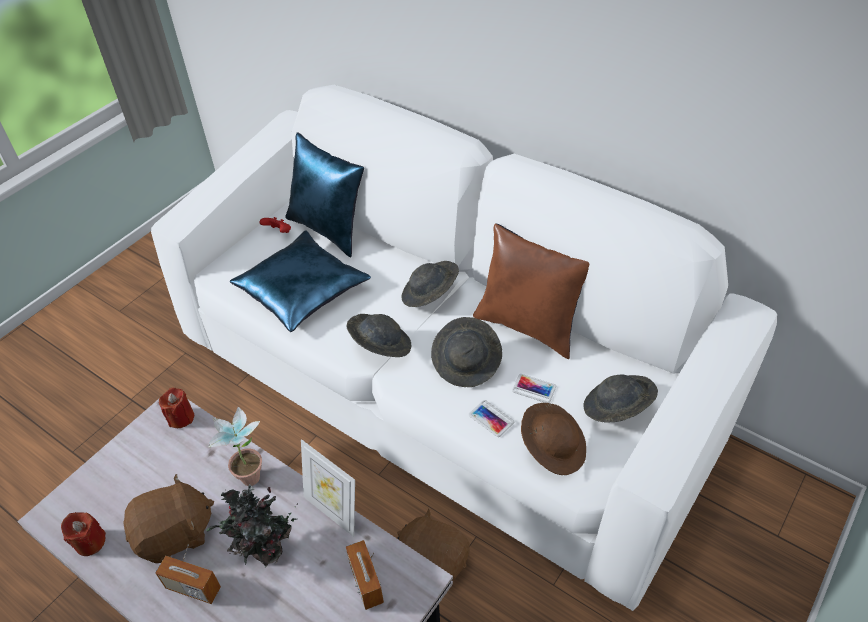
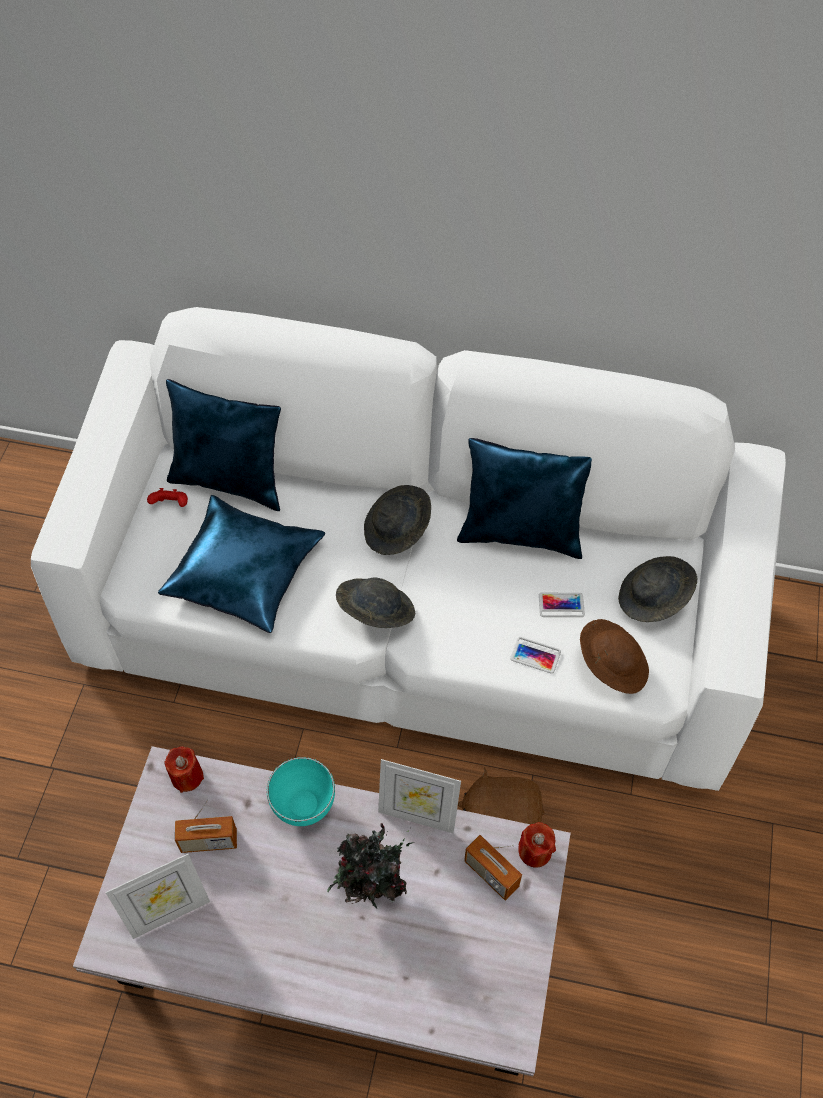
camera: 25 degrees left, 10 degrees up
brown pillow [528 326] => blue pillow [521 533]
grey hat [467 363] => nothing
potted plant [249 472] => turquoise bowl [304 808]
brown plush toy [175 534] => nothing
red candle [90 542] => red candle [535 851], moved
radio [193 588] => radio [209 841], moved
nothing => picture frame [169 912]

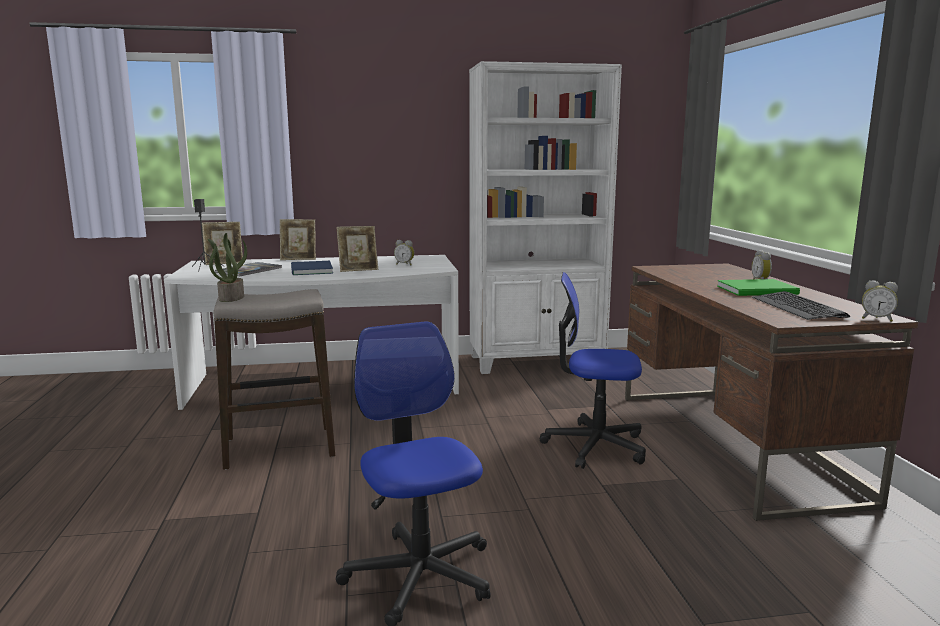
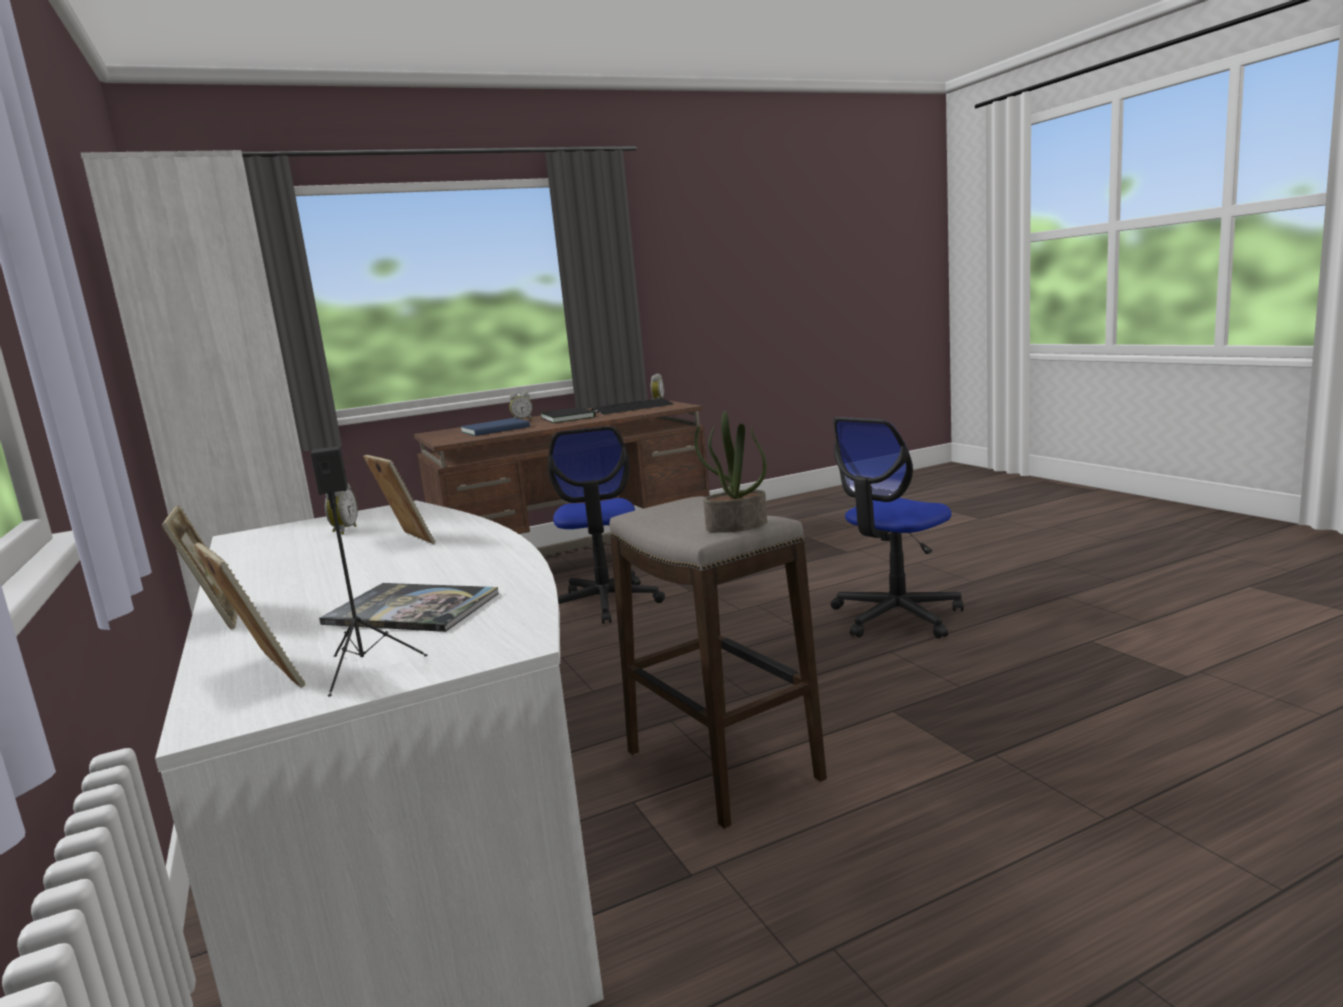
camera: 105 degrees left, 0 degrees up
blue book [310 270] => blue book [497 429], moved
green book [759 290] => black book [568 417]

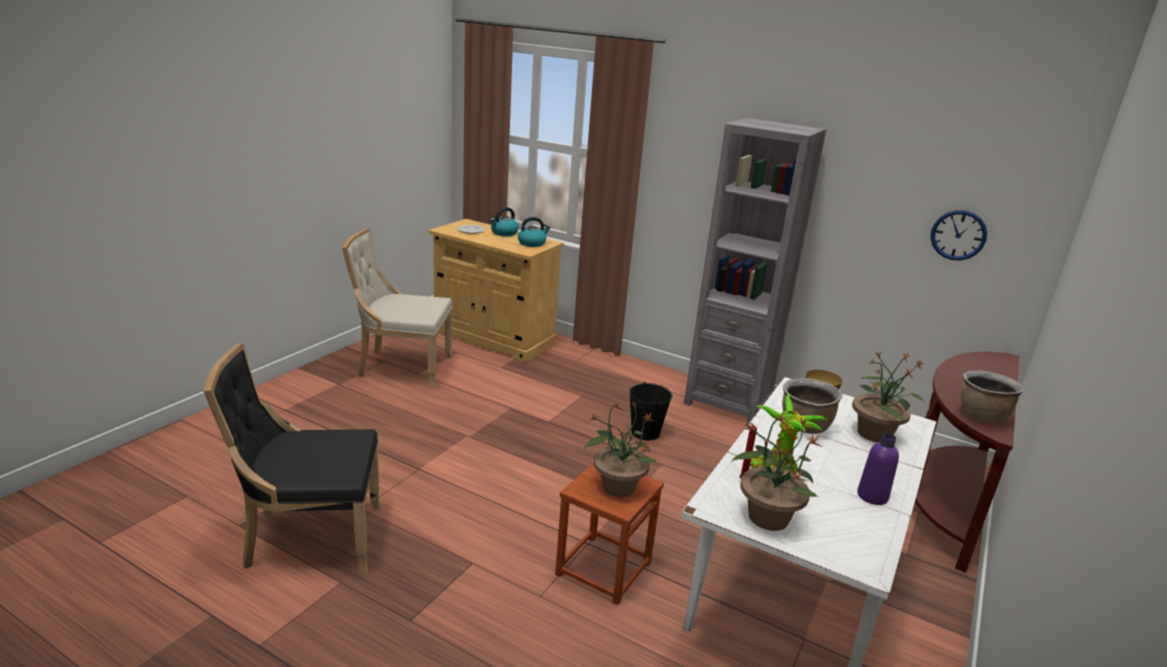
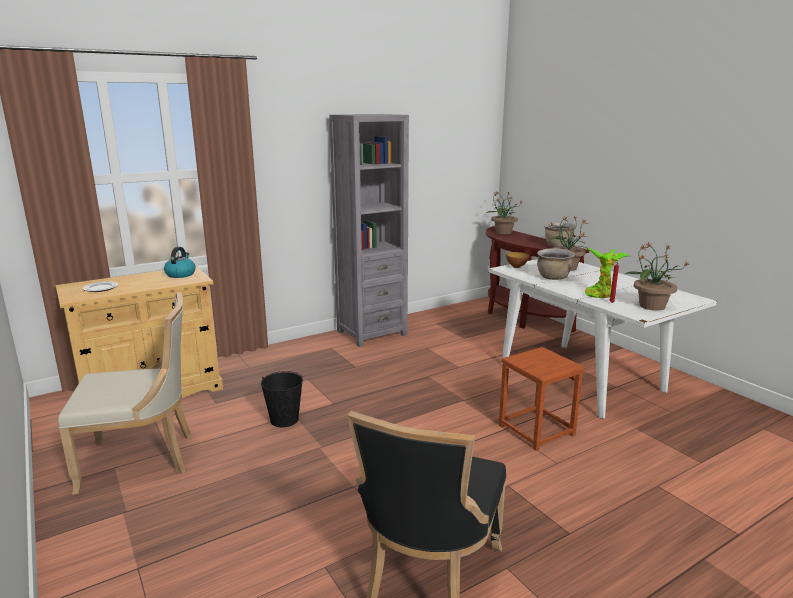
camera: 60 degrees left, 5 degrees down
kettle [504 233] => nothing
wall clock [958 235] => nothing
beige chair [401 367] => beige chair [143 459], 135 degrees counterclockwise
black bucket [645 432] => black bucket [284 420], moved
potted plant [618 486] => potted plant [503 232], moved
purple bottle [872 496] => nothing

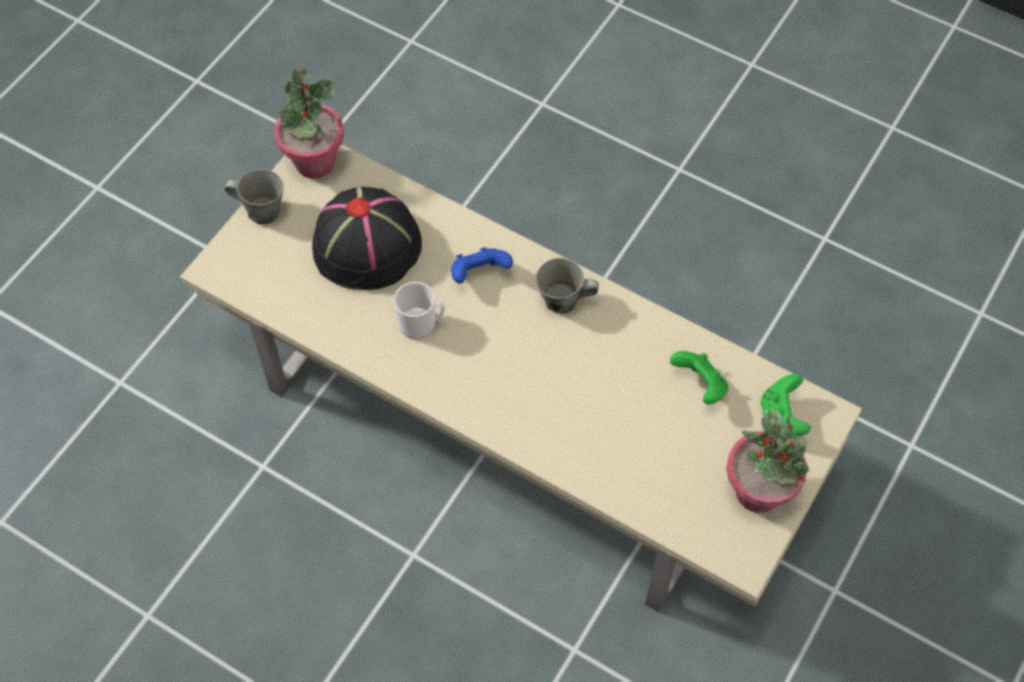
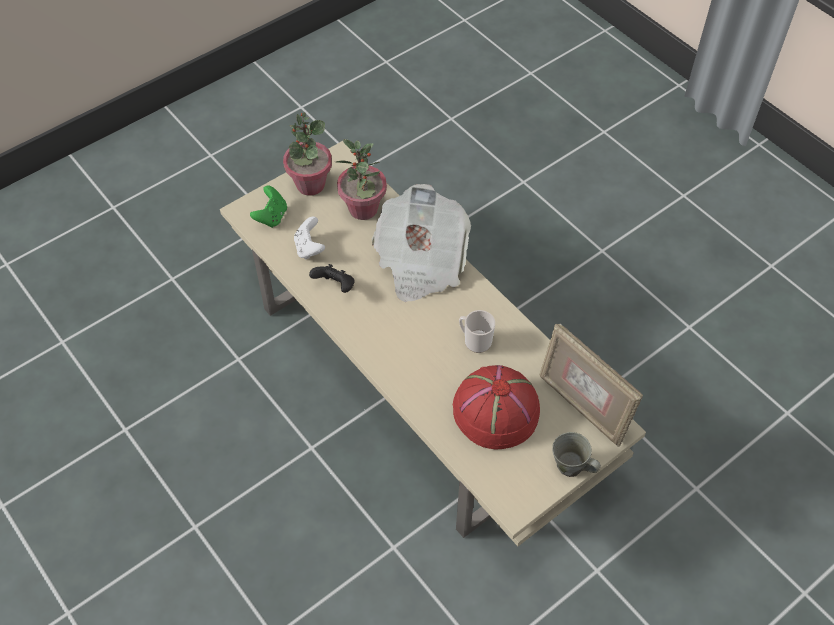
camera: 160 degrees left, 5 degrees down
potted plant [314 162] => potted plant [363 209], moved
black hat [367 245] => red hat [495 410]
blue game controller [479 274] => nothing
grey mug [563 301] => nothing
green game controller [700 386] => white game controller [309 248]
nothing => newspaper [420 262]
nothing => black game controller [335 286]
nothing => picture frame [582 407]

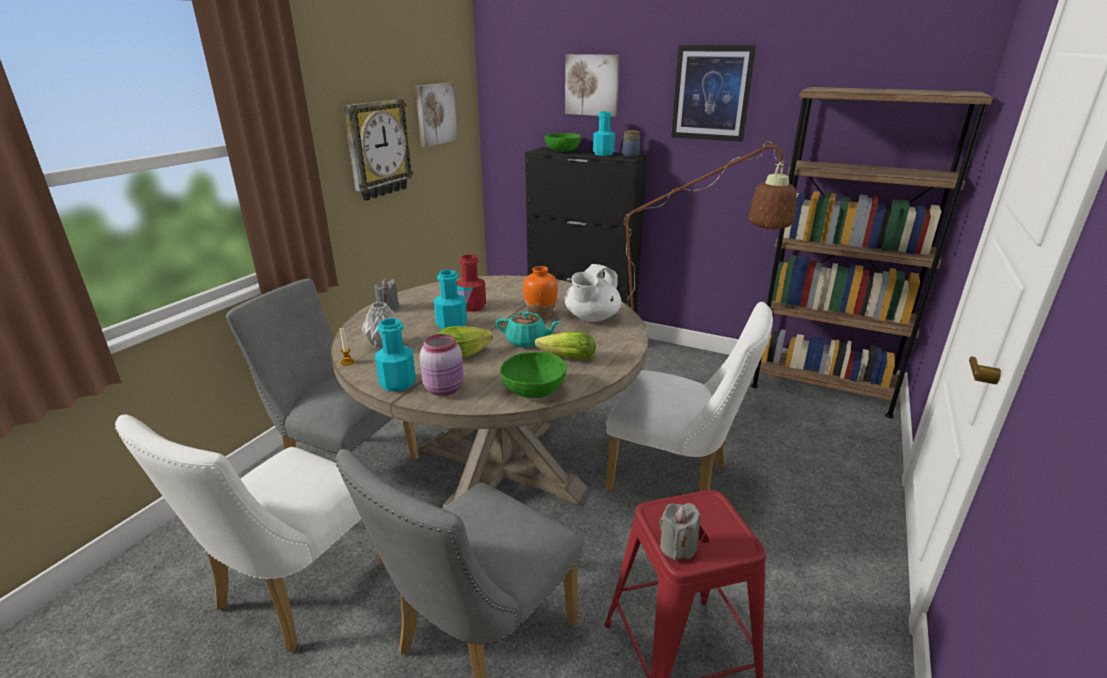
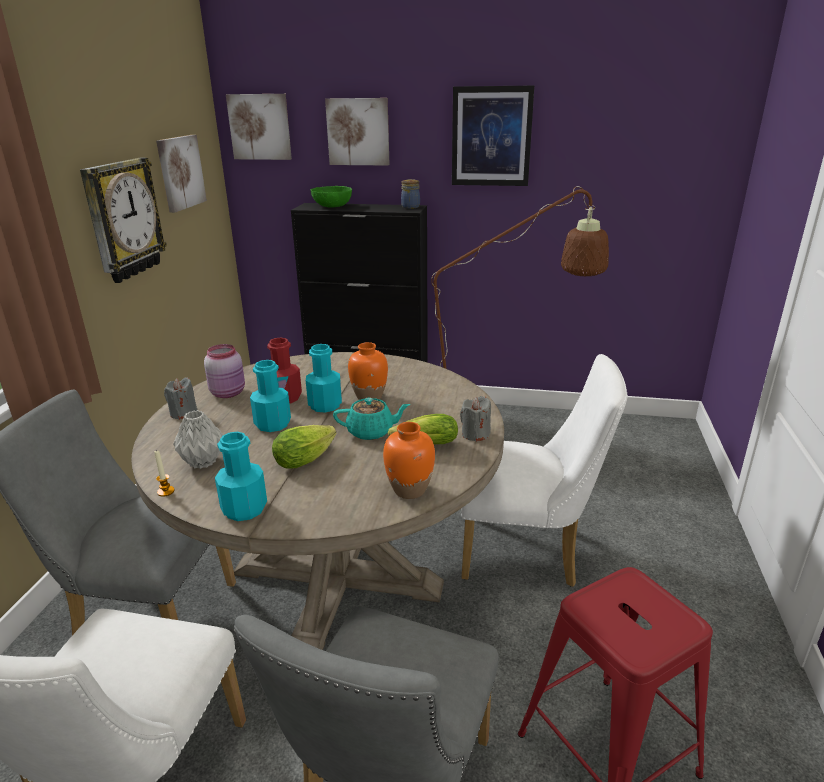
camera: 15 degrees left, 0 degrees up
brown bookcase [821 388] => nothing
turquoise bottle [603 154] => turquoise bottle [325 405], moved
white teapot [591 318] => nothing
pink jar [445 389] => pink jar [229 393], moved
green bowl [534 390] => orange vase [410 490]
grey candle [677 547] => grey candle [475 434], moved
nothing => picture [260 127]

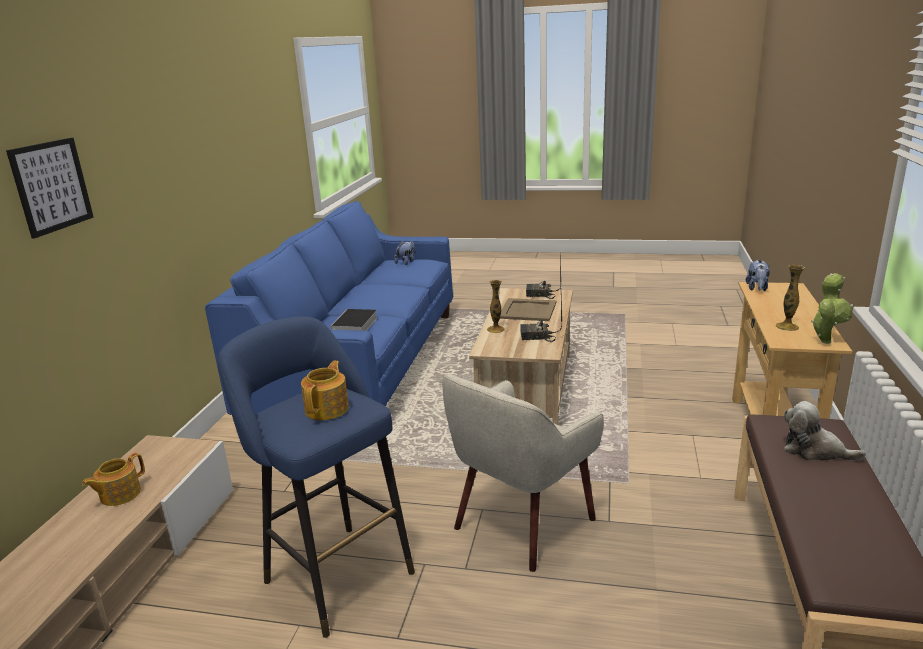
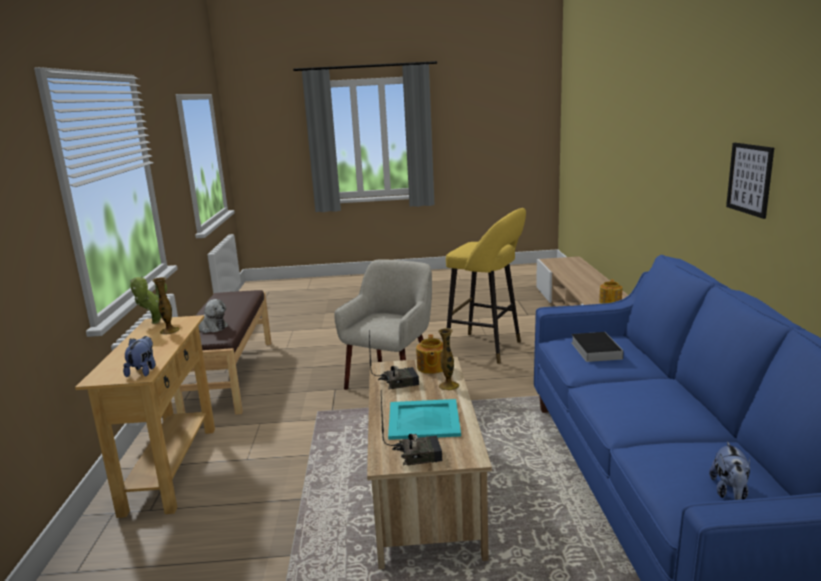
camera: 165 degrees right, 5 degrees down
picture [51 186] => picture [750 179], moved
beige tray [528 310] => turquoise tray [423 419]
blue stool [333 573] => yellow stool [487 348]
teapot [328 409] => teapot [431 367], moved

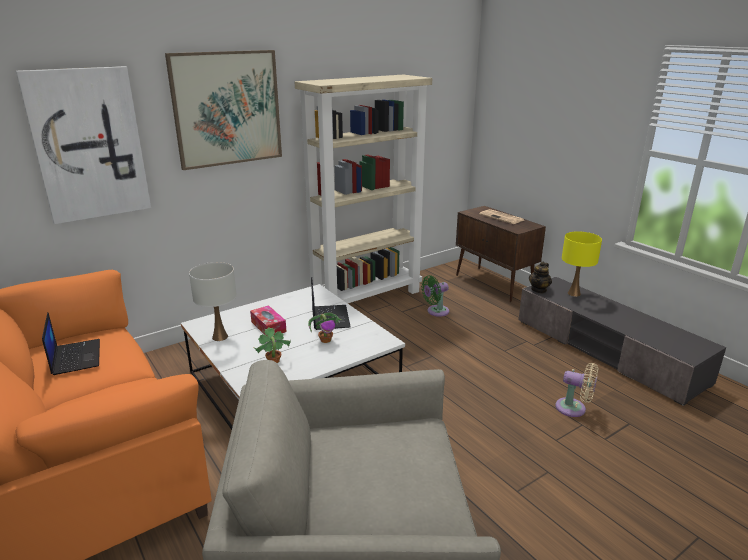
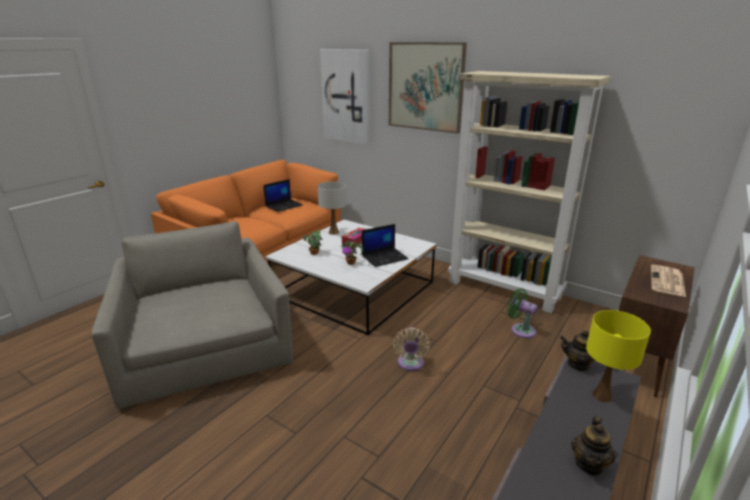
camera: 70 degrees right, 0 degrees up
beige fan [574 408] => beige fan [410 364], moved
nothing => teapot [589 464]

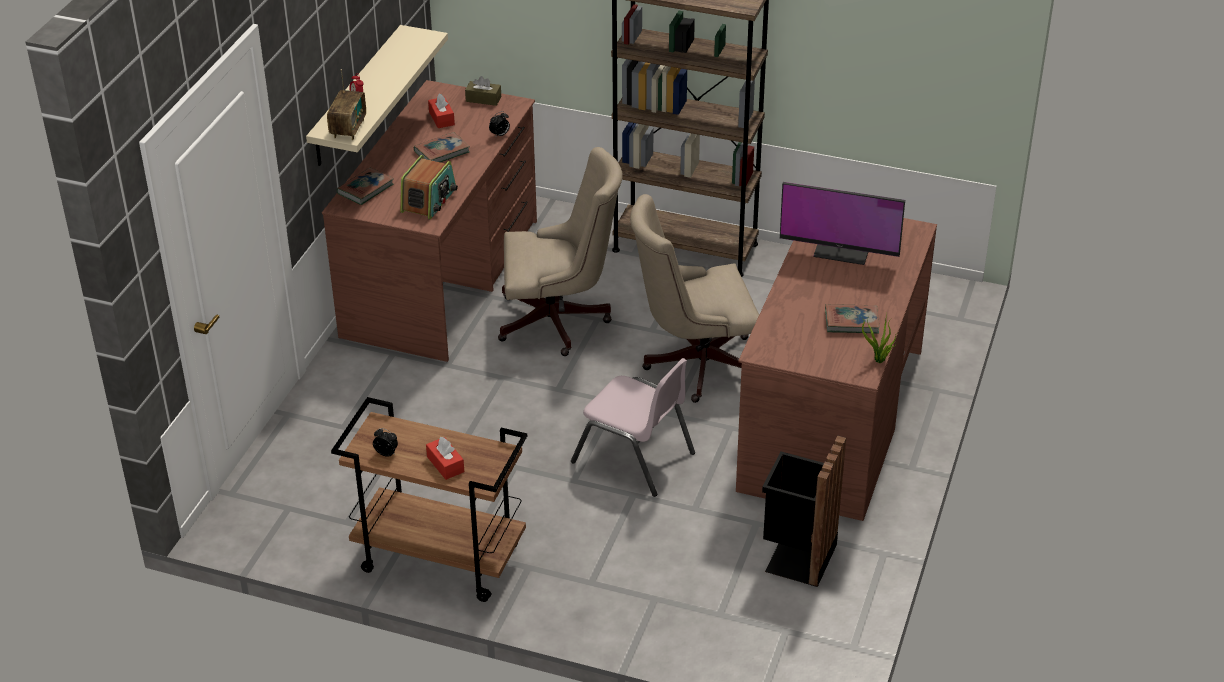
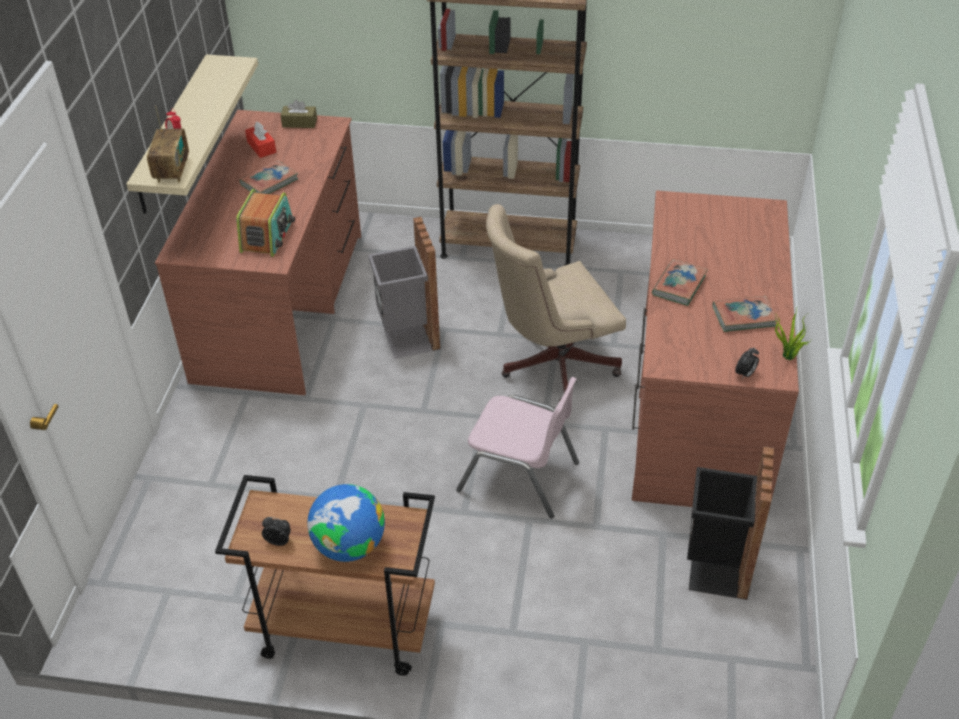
camera: 10 degrees left, 5 degrees up
alarm clock [500 135] => alarm clock [745 374], moved
beige office chair [560 321] => grey trash can [408 337]
book [365 189] => book [679 285], moved
monitor [843 248] => nothing
red tissue box [445 464] => globe [349 545]

